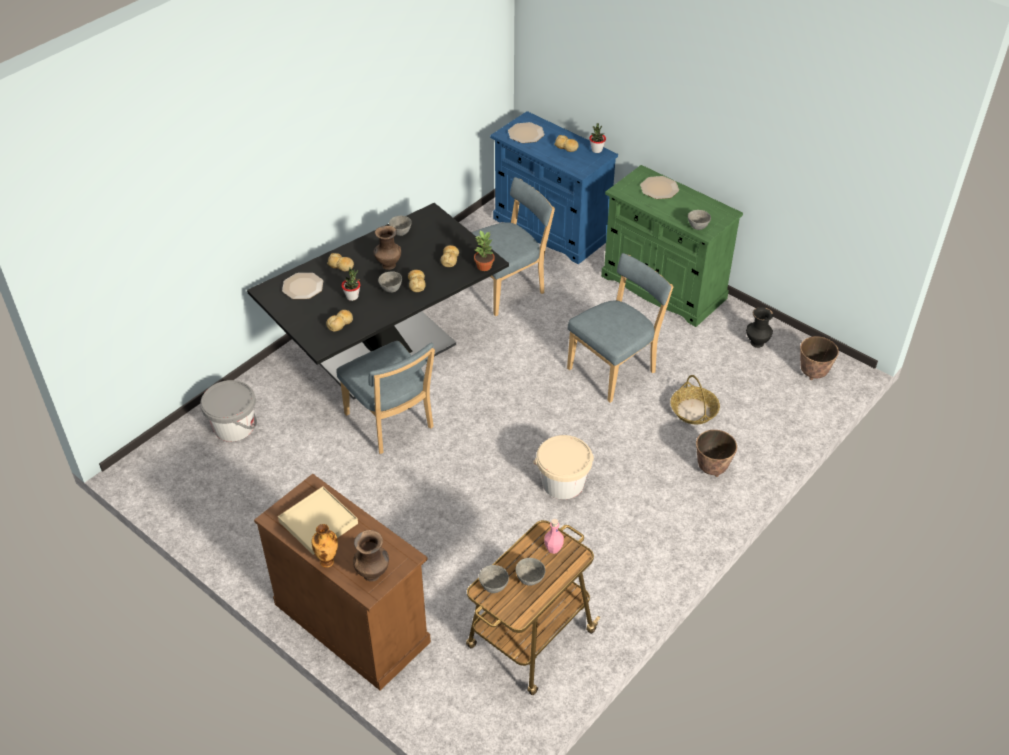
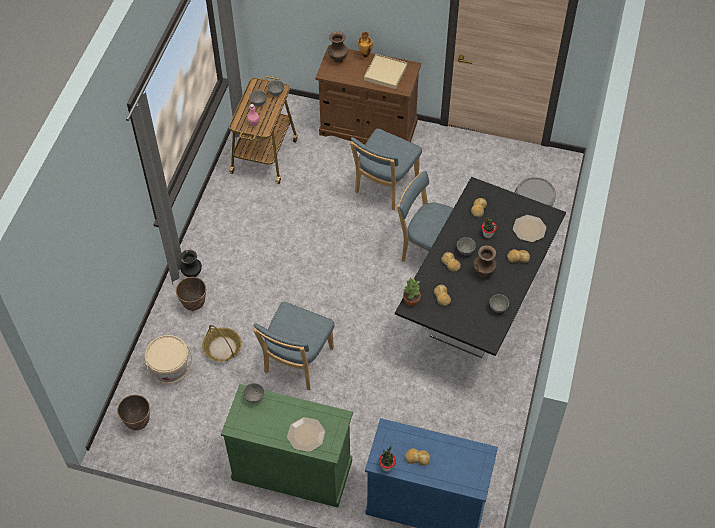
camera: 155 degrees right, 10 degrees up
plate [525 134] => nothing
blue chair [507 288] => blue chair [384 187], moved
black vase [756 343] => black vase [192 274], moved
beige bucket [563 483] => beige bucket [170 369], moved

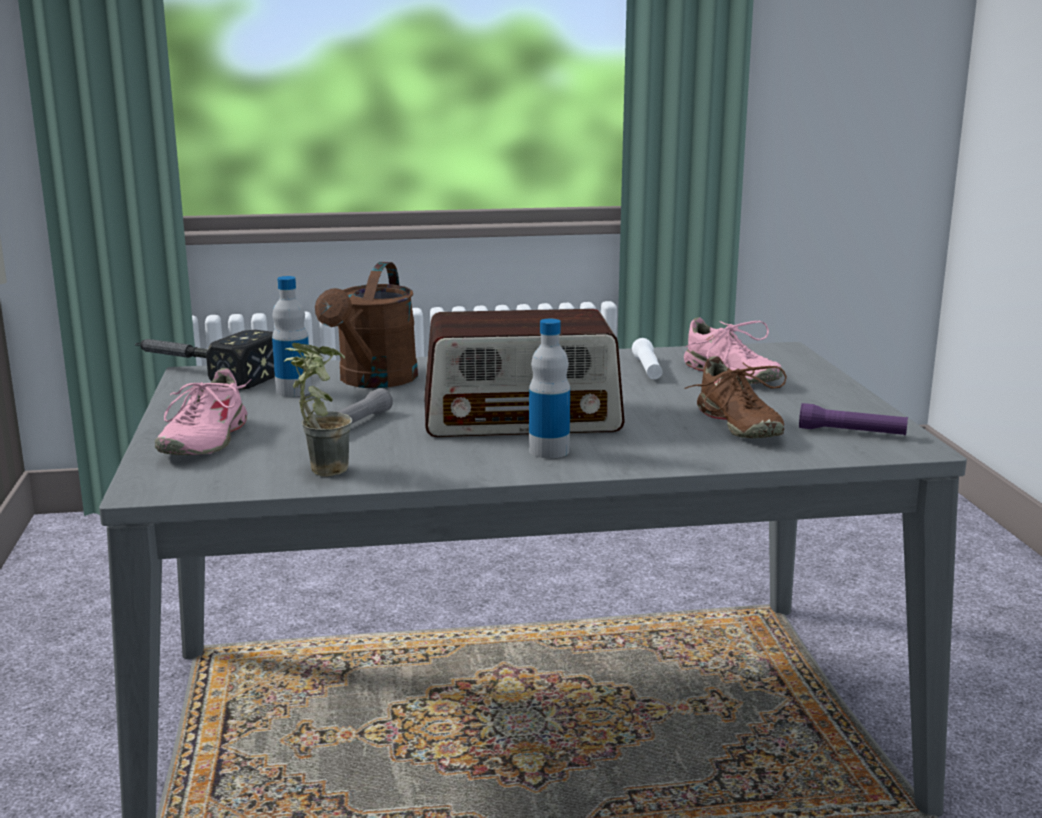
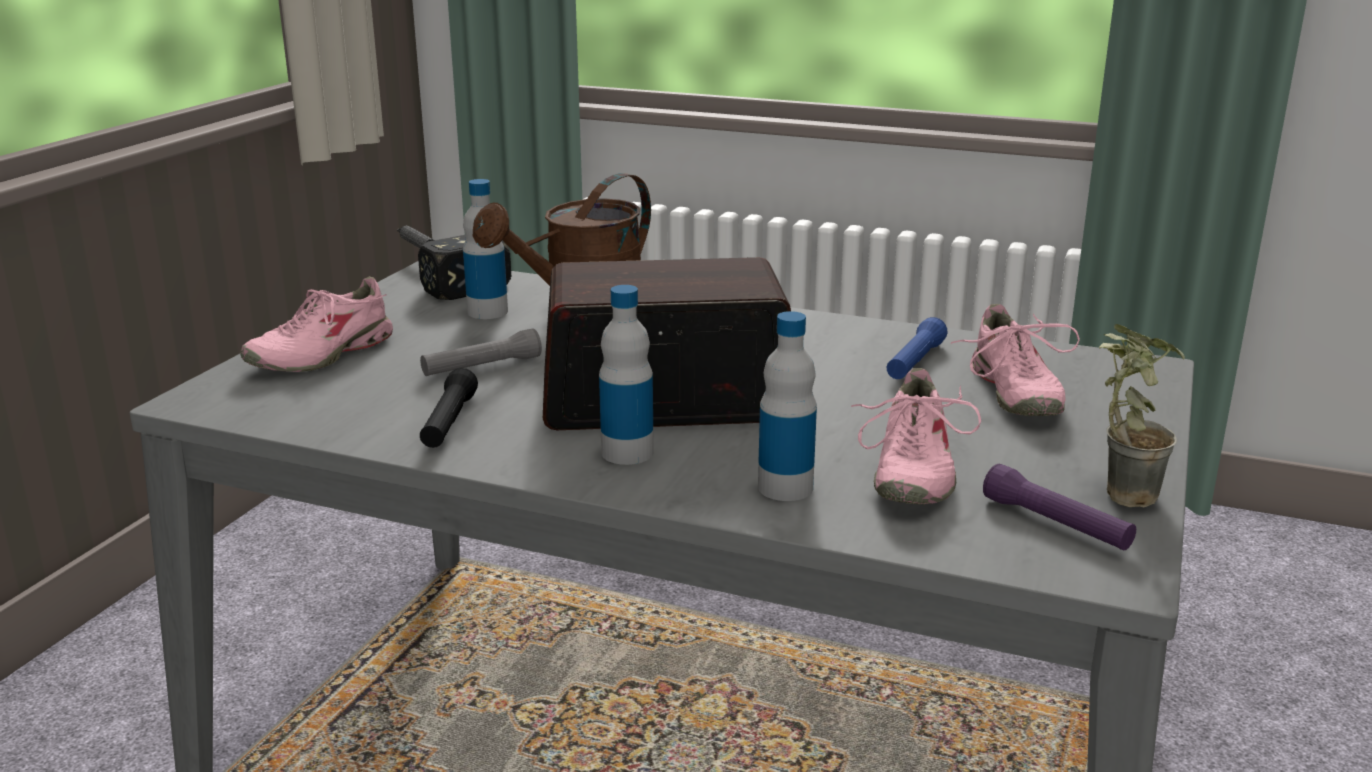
camera: 30 degrees right, 5 degrees up
radio [522 418] => radio [665 399], 150 degrees clockwise
white flashlight [647 369] => blue flashlight [915 362]
potted plant [318 469] => potted plant [1116 492], moved
brown shoe [737 425] => pink shoe [910 472]
nothing => bottle [785 487]
nothing => black flashlight [449 422]

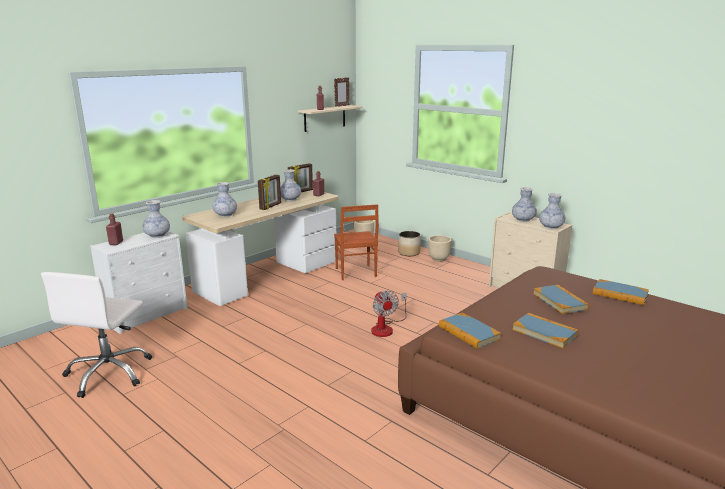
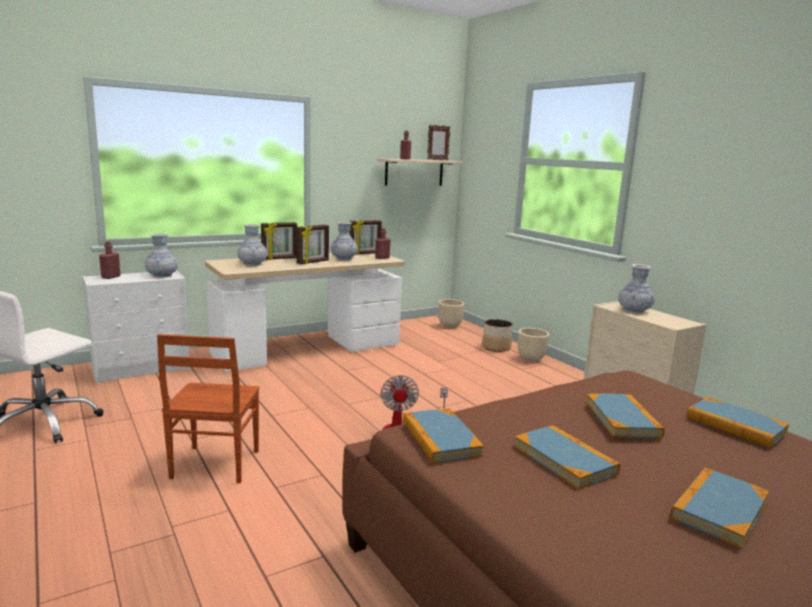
camera: 15 degrees right, 5 degrees down
vase [551 227] => nothing
brown chair [355 273] => brown chair [214 465], moved
nothing => picture frame [279 259]
nothing => book [719 509]

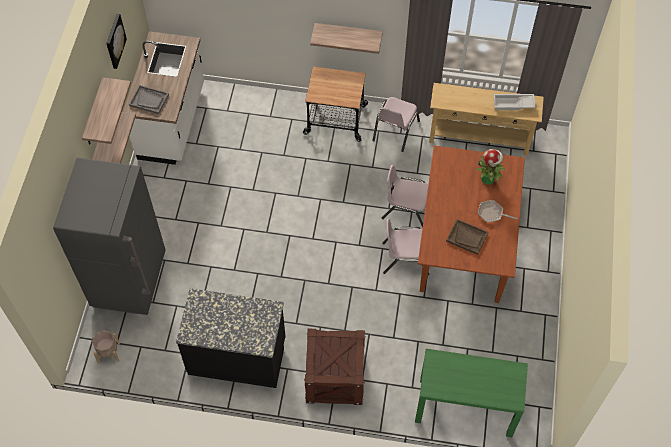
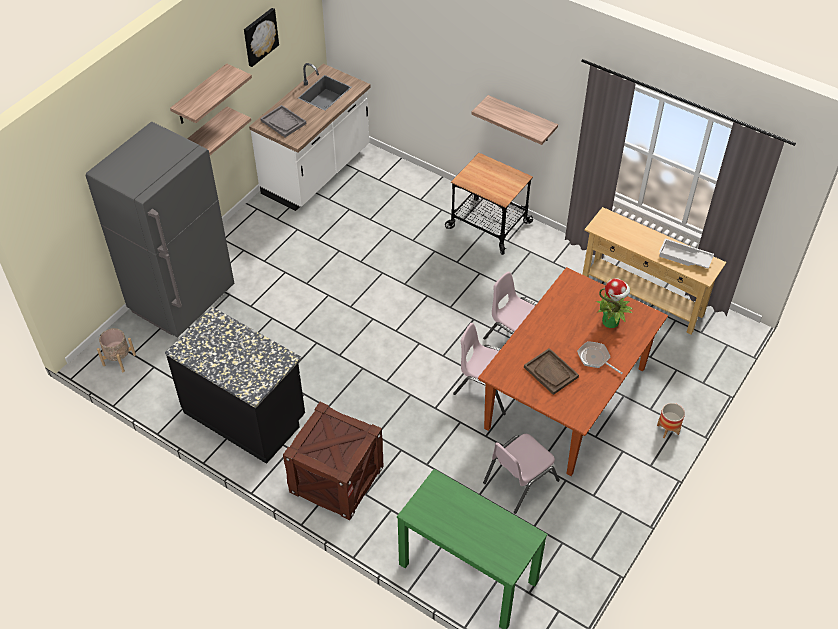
camera: 25 degrees right, 10 degrees down
pink chair [395 131] => pink chair [520 481], moved
nothing => planter [668 429]

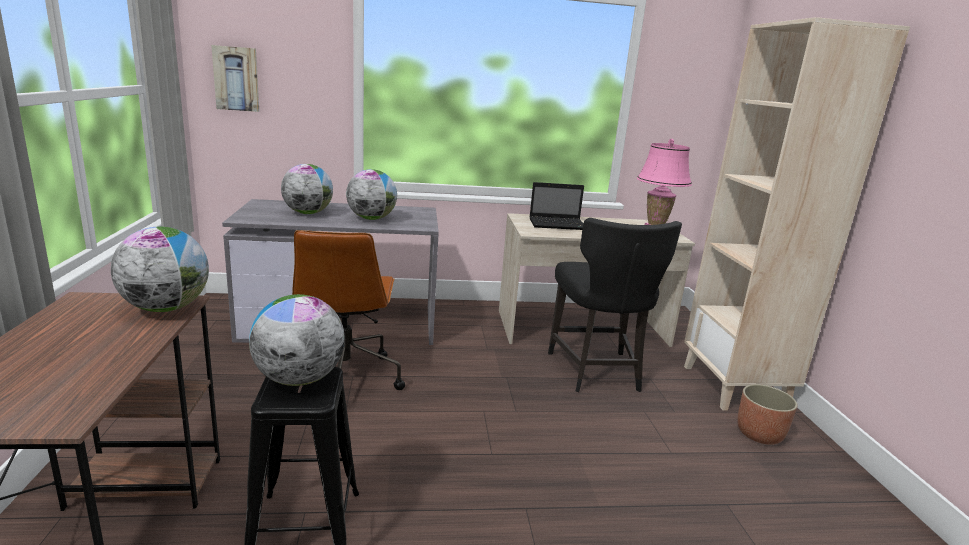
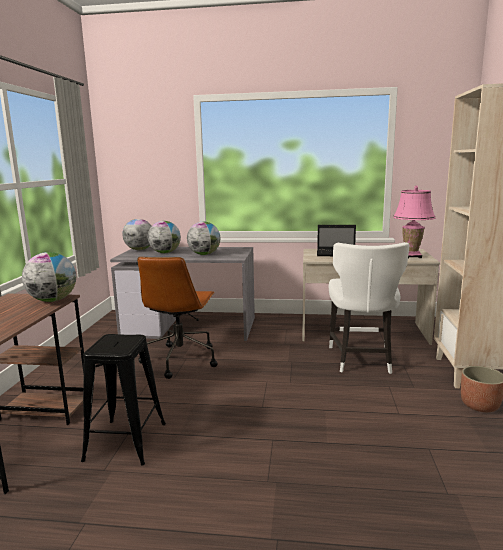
camera: 15 degrees right, 5 degrees down
picture [236 79] => nothing
black chair [596 372] => white chair [361 360]
globe [299 379] => globe [139 249], moved

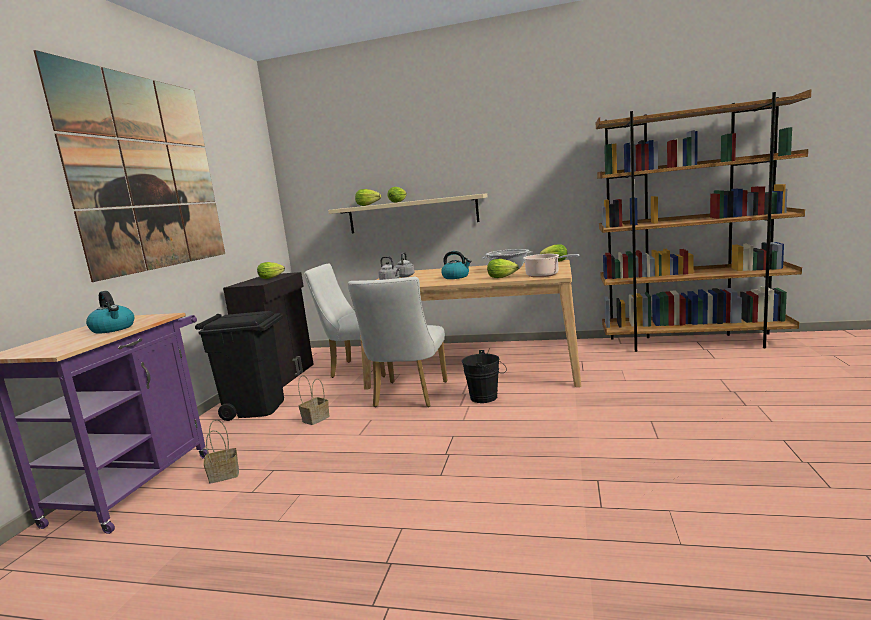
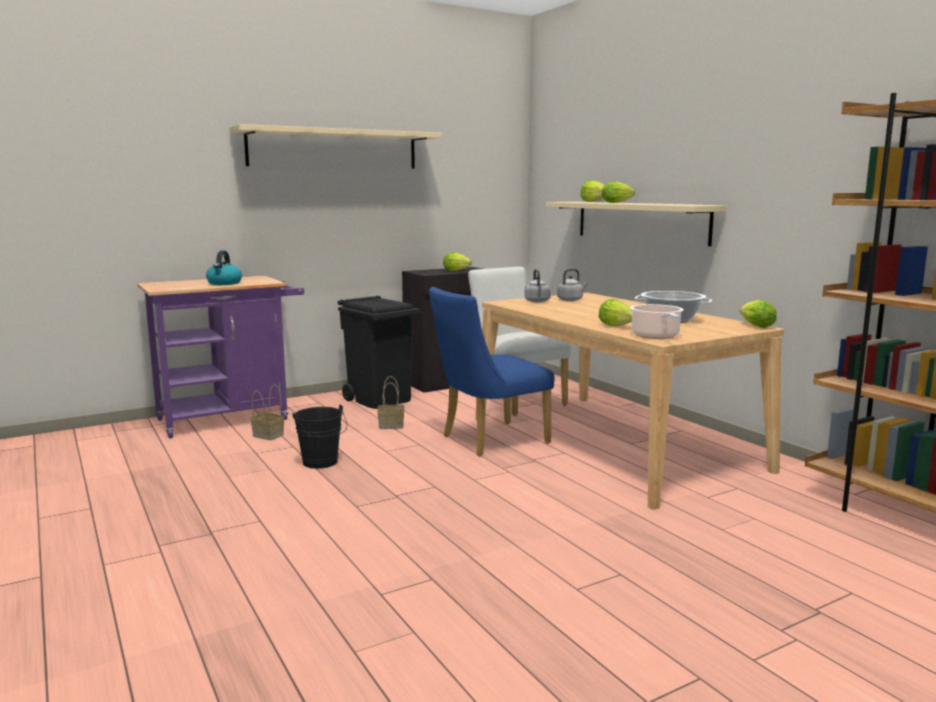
camera: 45 degrees right, 0 degrees up
picture [148 173] => beige shelf [334 149]
kettle [456 277] => nothing
white chair [408 396] => blue chair [488 440]
black bucket [487 397] => black bucket [322 463], moved

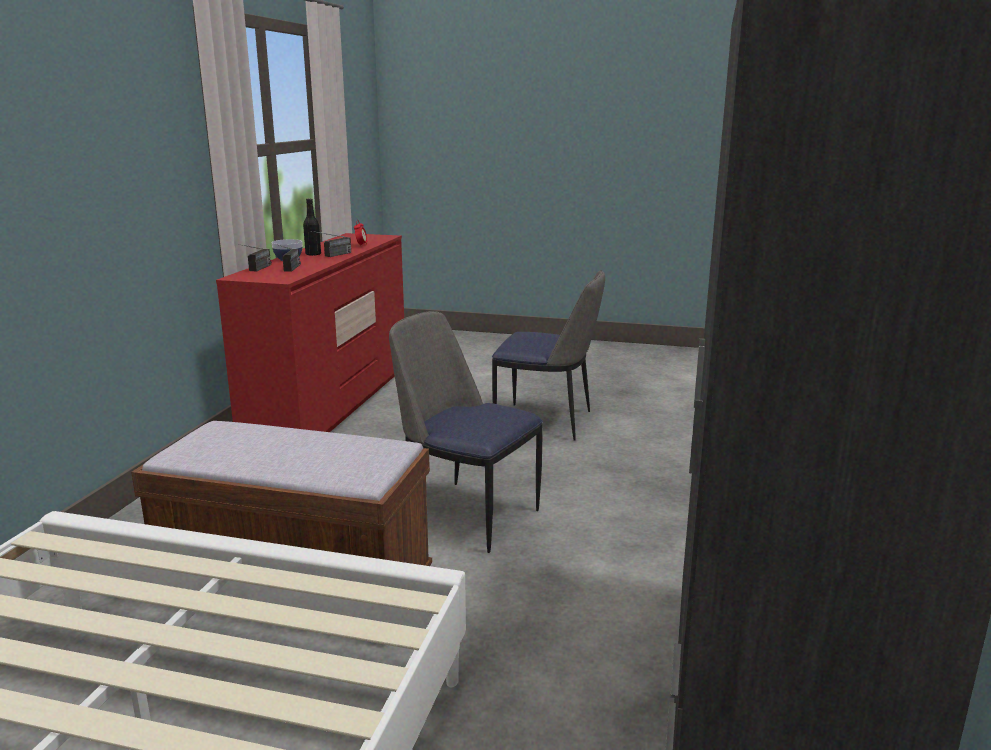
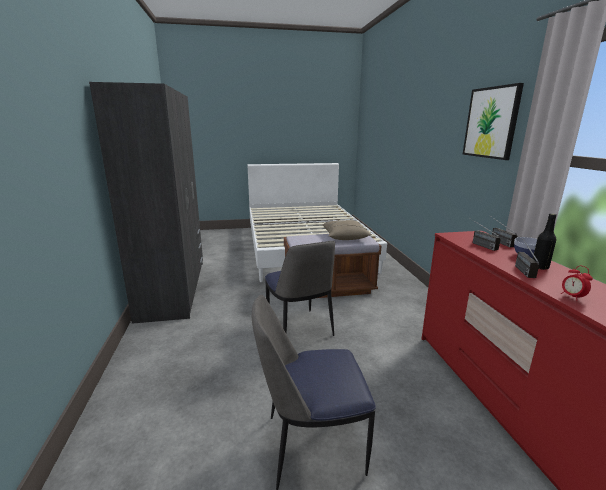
camera: 155 degrees right, 0 degrees up
chair [466 515] => chair [300 329], 60 degrees clockwise
nothing => picture [491 122]
nothing => beige pillow [345 237]

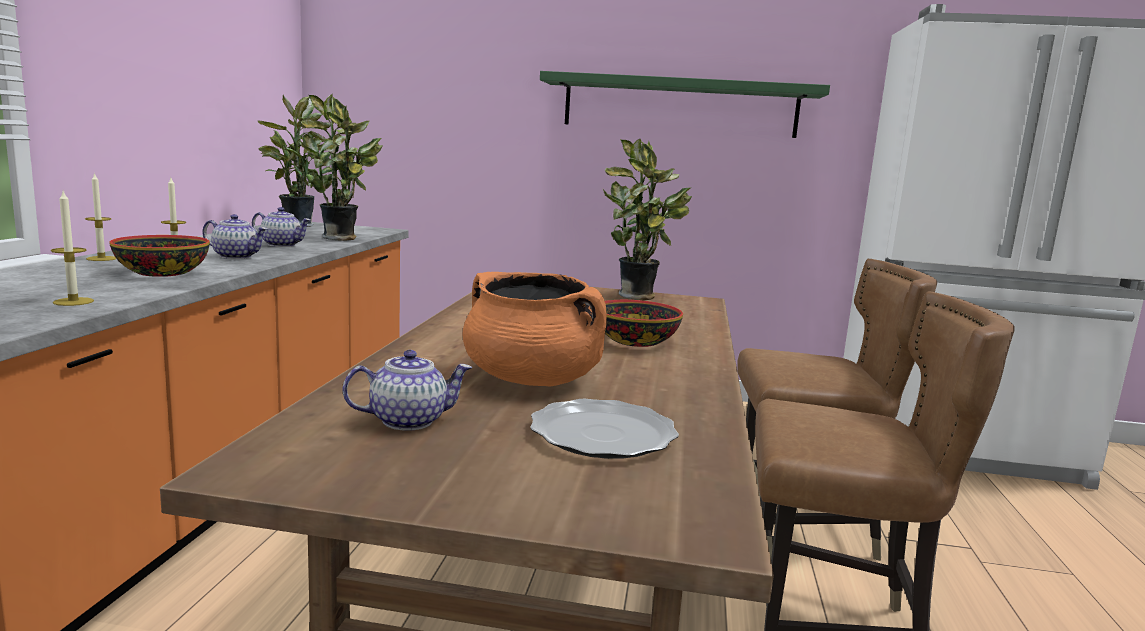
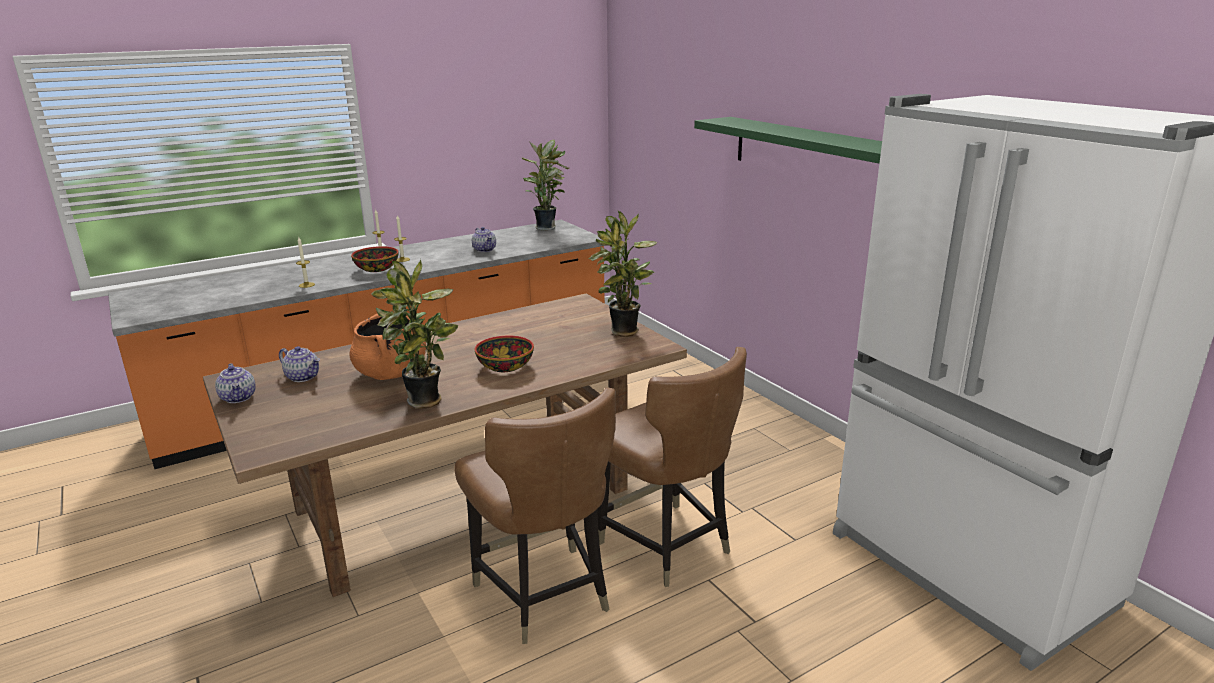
camera: 50 degrees right, 10 degrees up
potted plant [342 238] => potted plant [425 403], moved
teapot [236 256] => teapot [239 398], moved
plate [603 434] => nothing

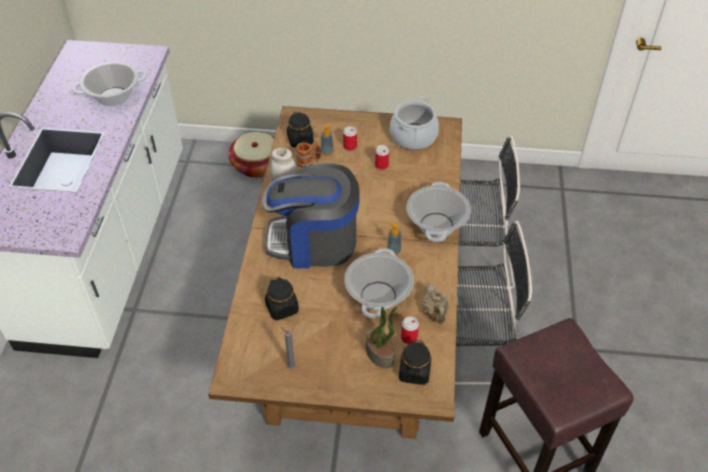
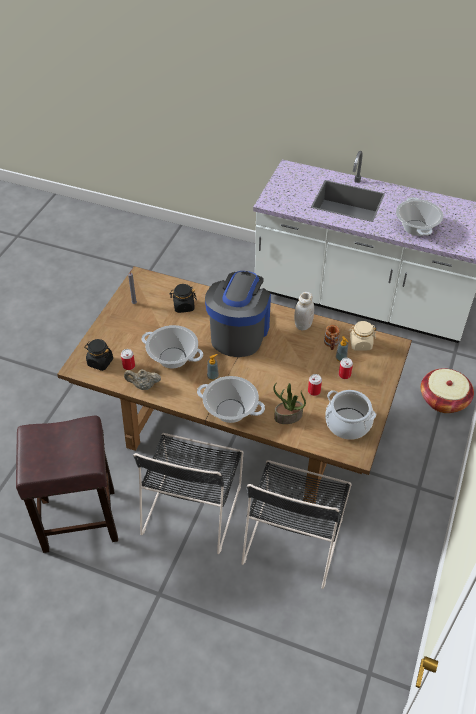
camera: 105 degrees right, 0 degrees up
black jar [300 140] => beige jar [360 344]
potted plant [380 354] => potted plant [288 417], moved

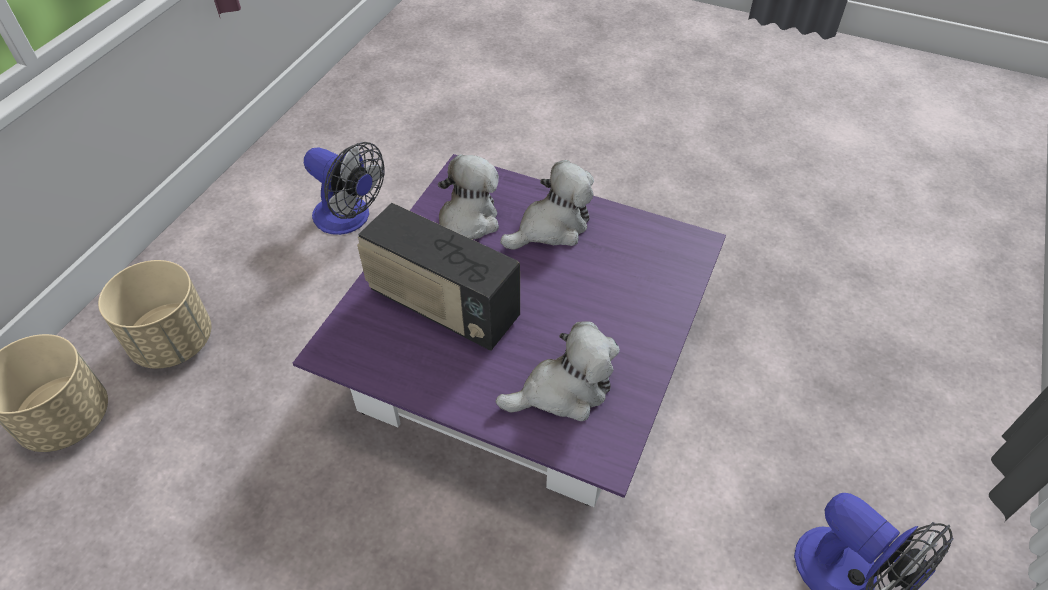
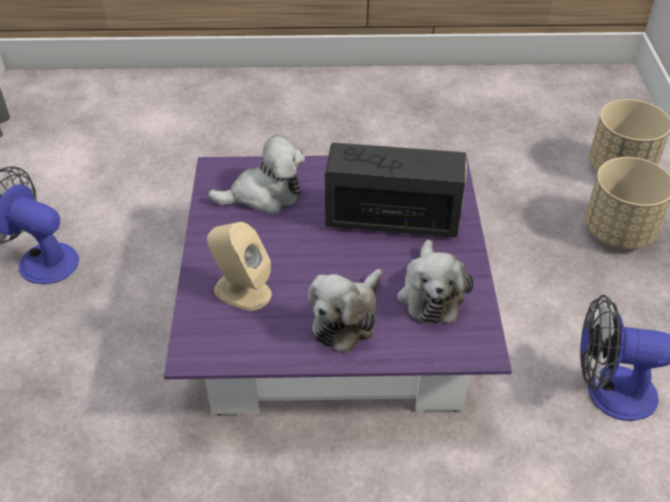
camera: 155 degrees right, 5 degrees down
plush toy [563 391] => plush toy [264 195], 150 degrees counterclockwise
nothing => beige speaker [242 291]

